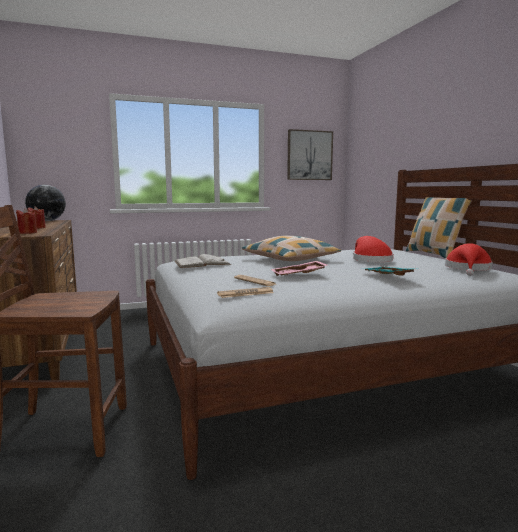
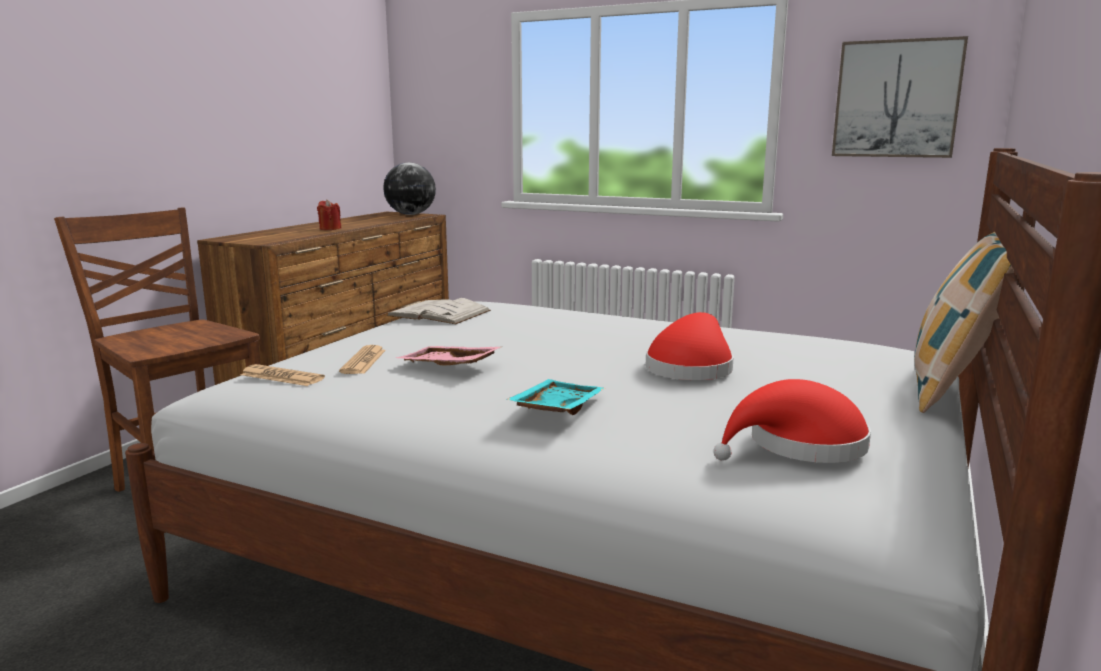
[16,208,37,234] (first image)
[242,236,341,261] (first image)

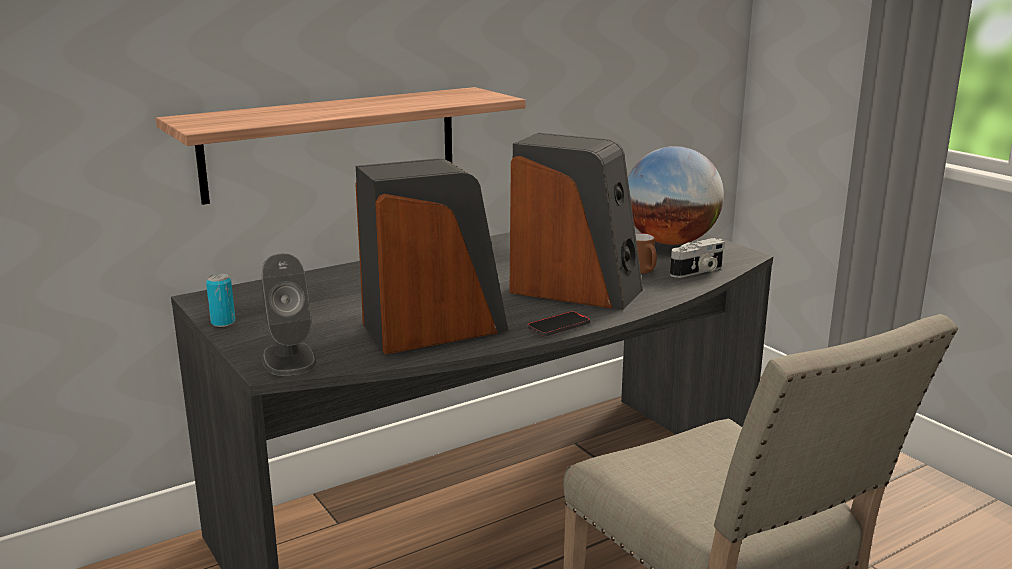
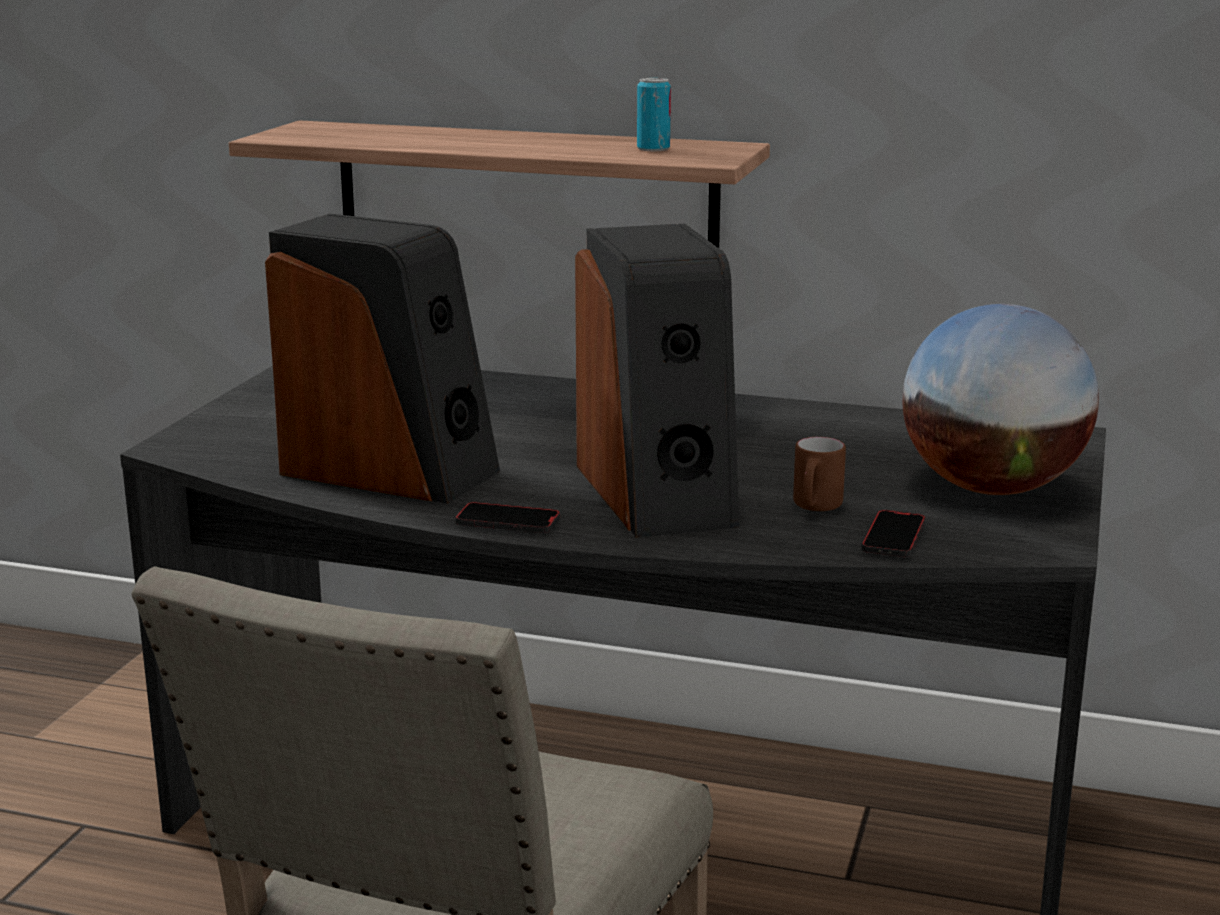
[637,78,671,151]
[861,510,925,557]
[262,253,316,376] (first image)

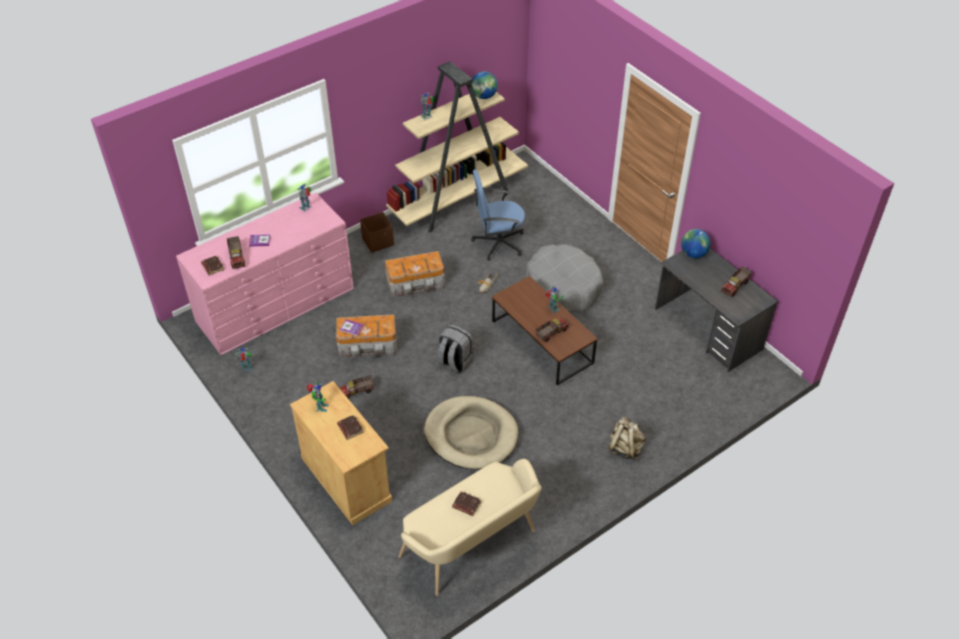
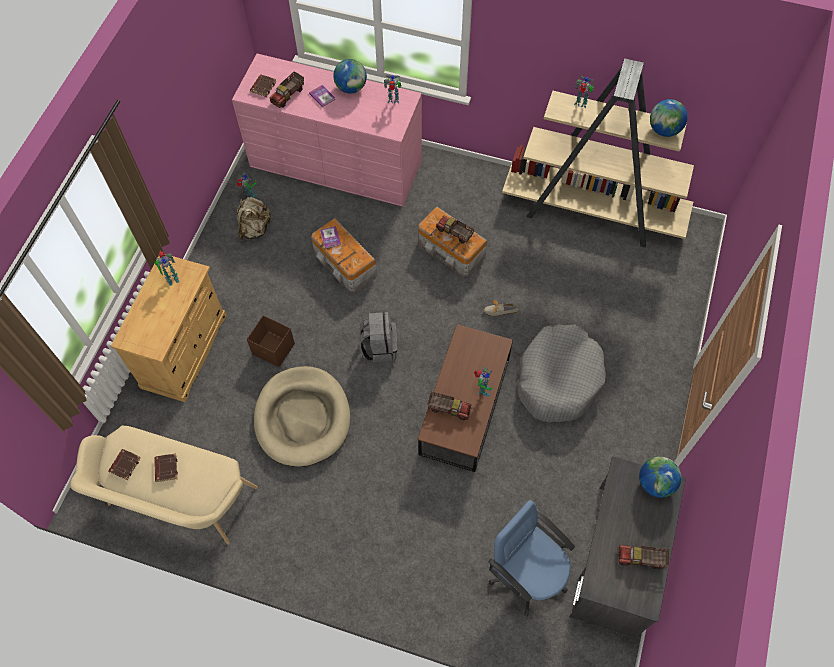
[108,449,141,480]
[237,197,272,242]
[247,315,295,367]
[333,59,367,93]
[436,216,475,244]
[488,500,575,616]

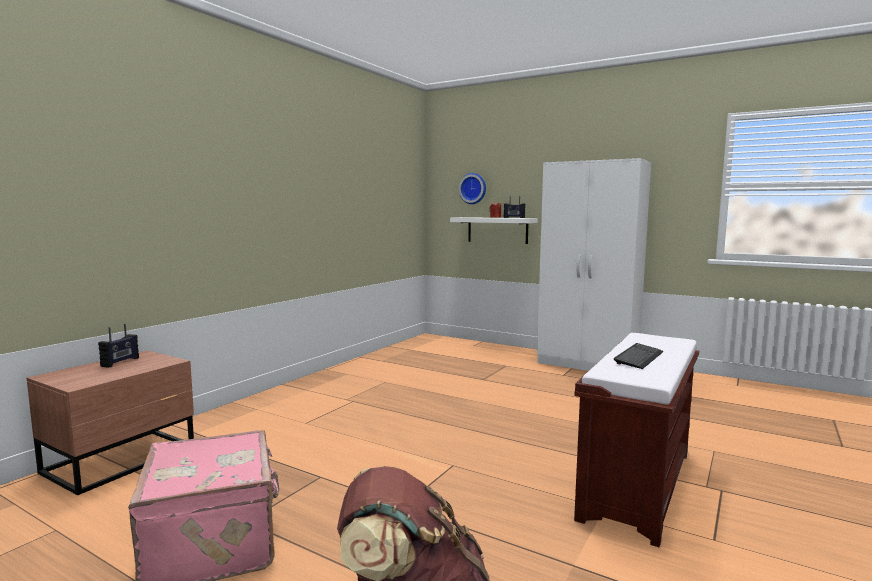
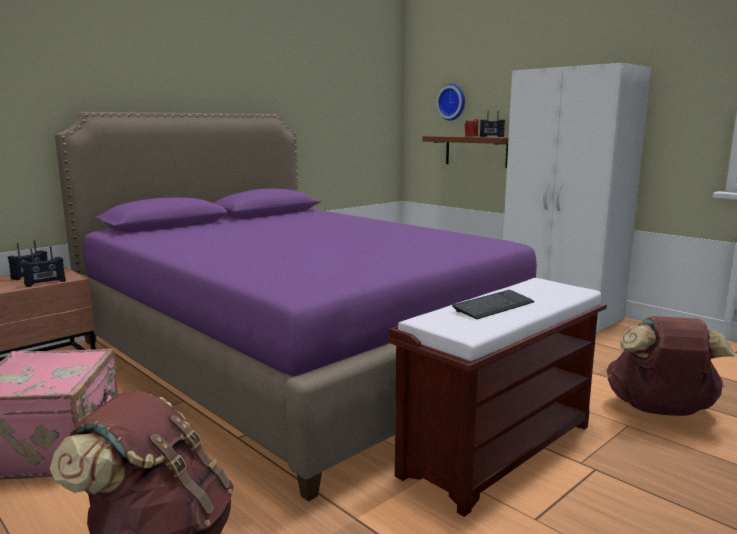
[22,246,66,287]
[55,112,537,502]
[422,136,509,168]
[607,316,735,416]

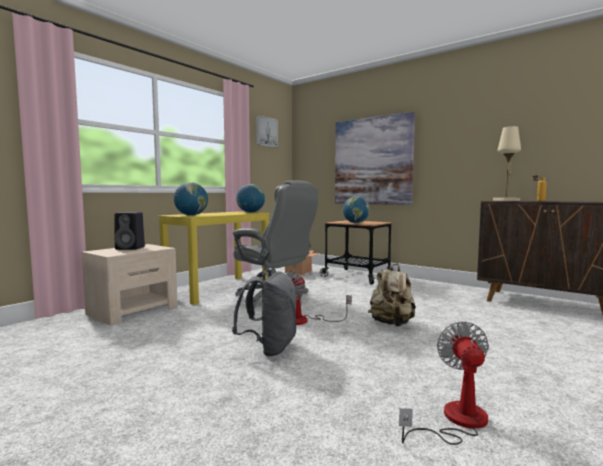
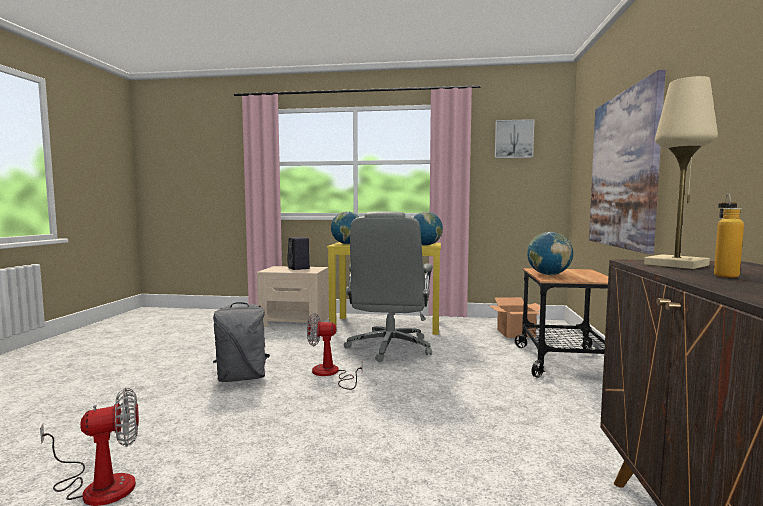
[368,264,416,327] (first image)

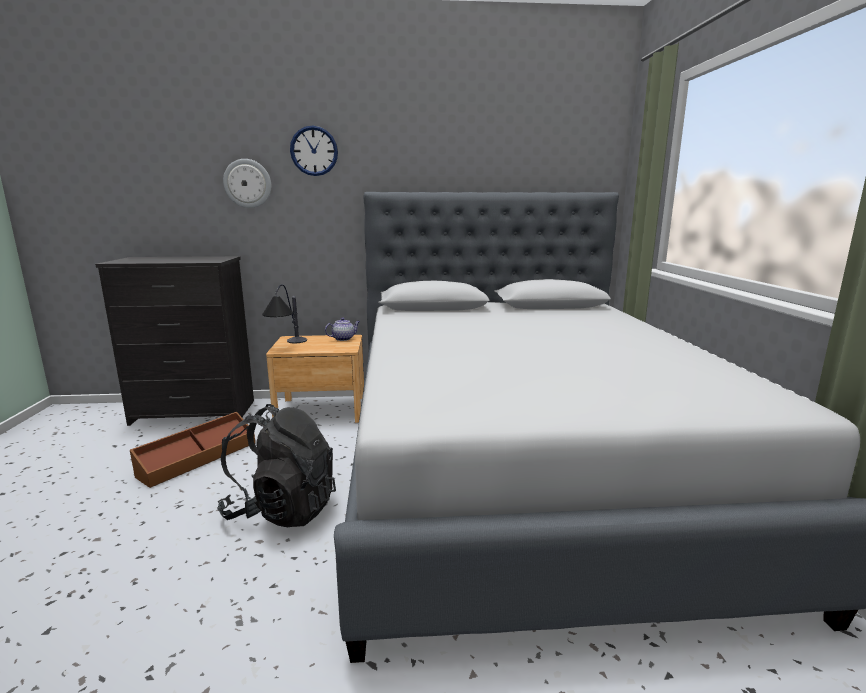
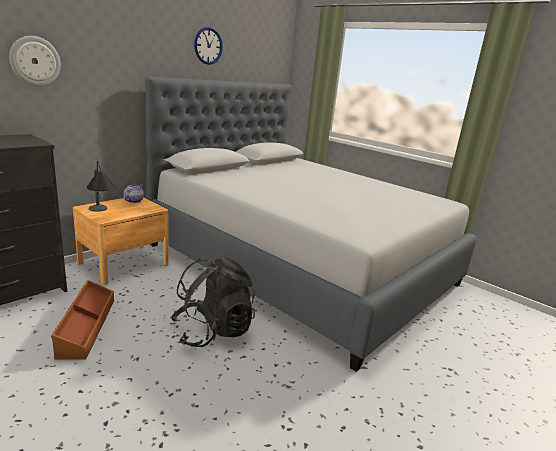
[194,27,223,65]

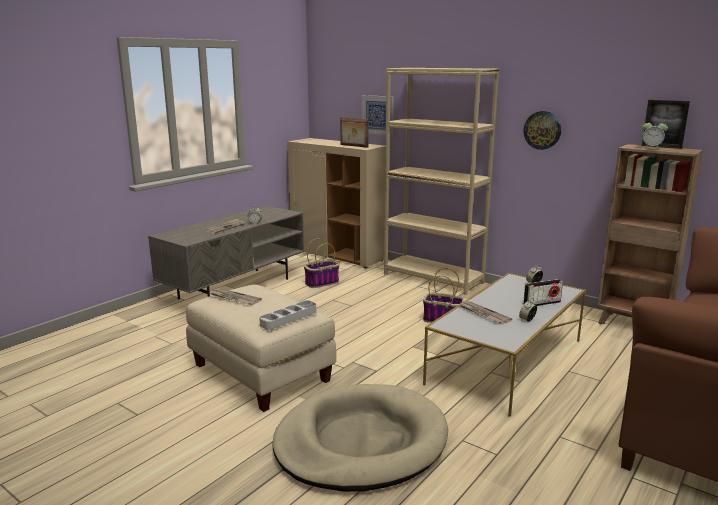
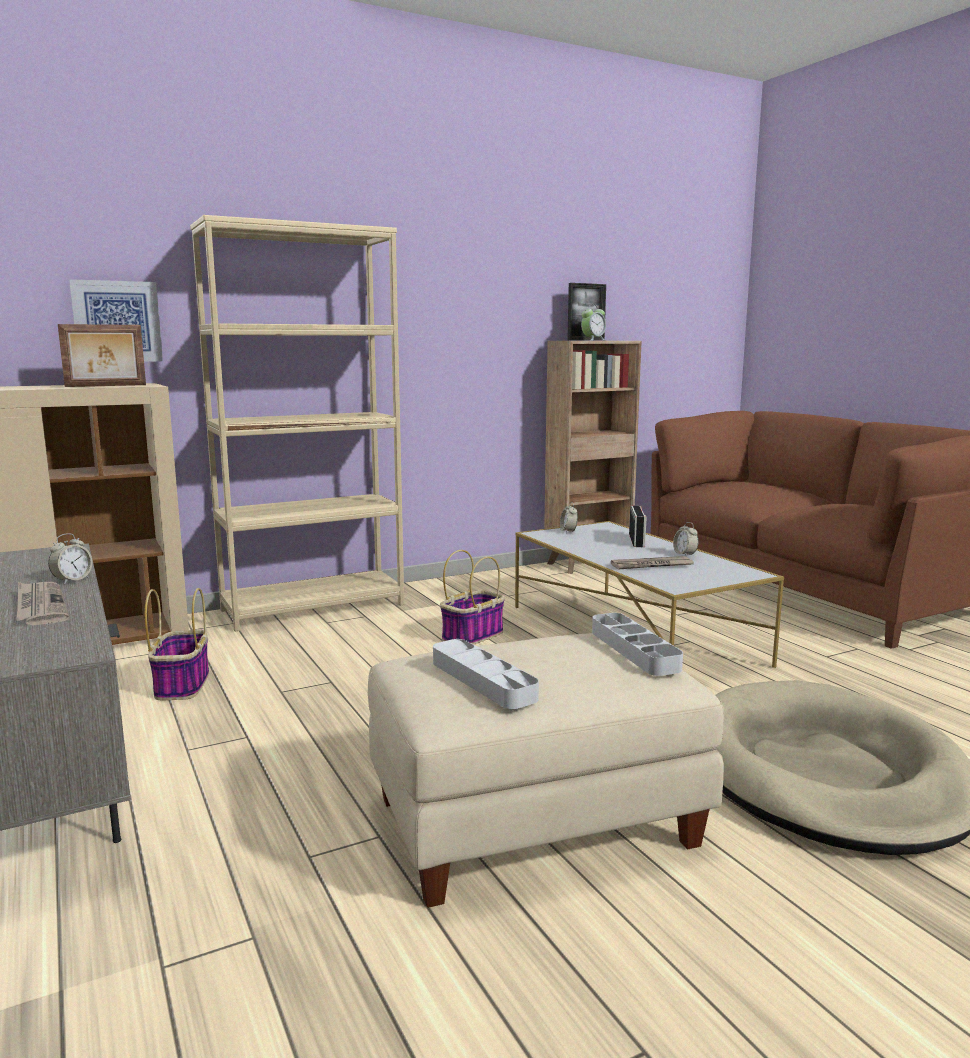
[433,639,539,709]
[524,111,561,150] (first image)

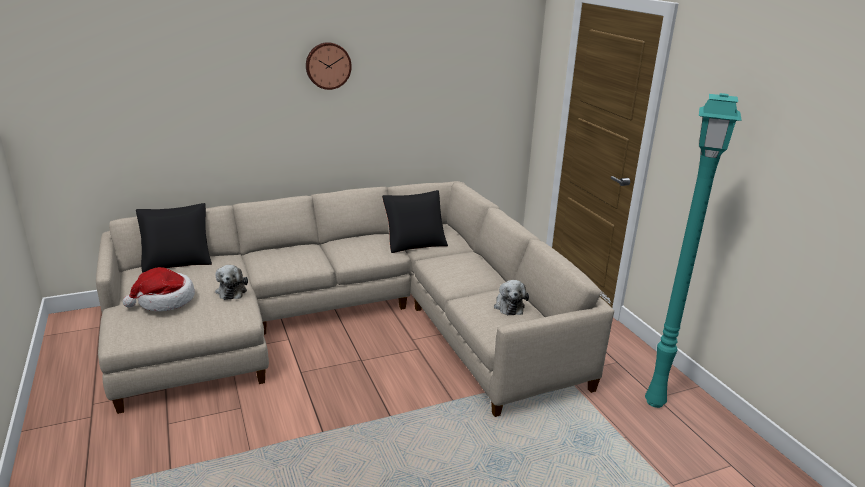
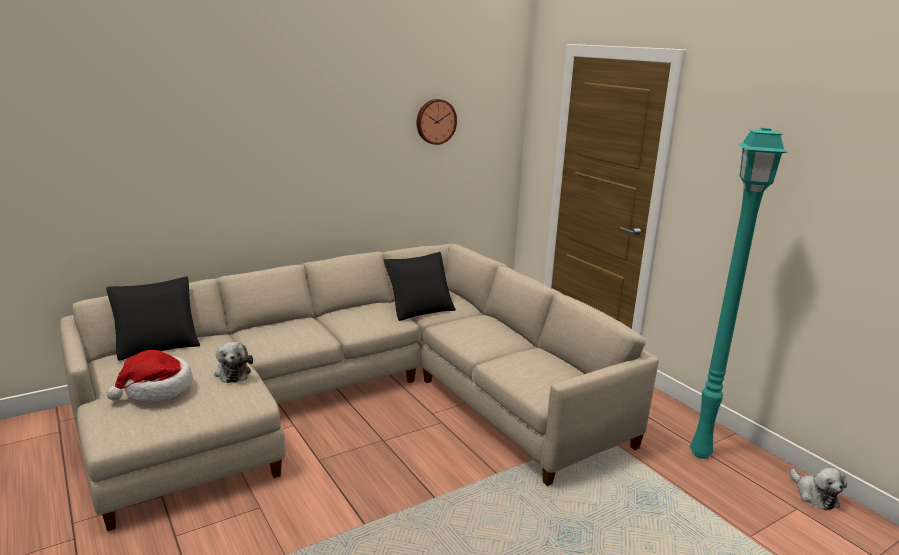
[417,99,457,145]
[790,468,847,511]

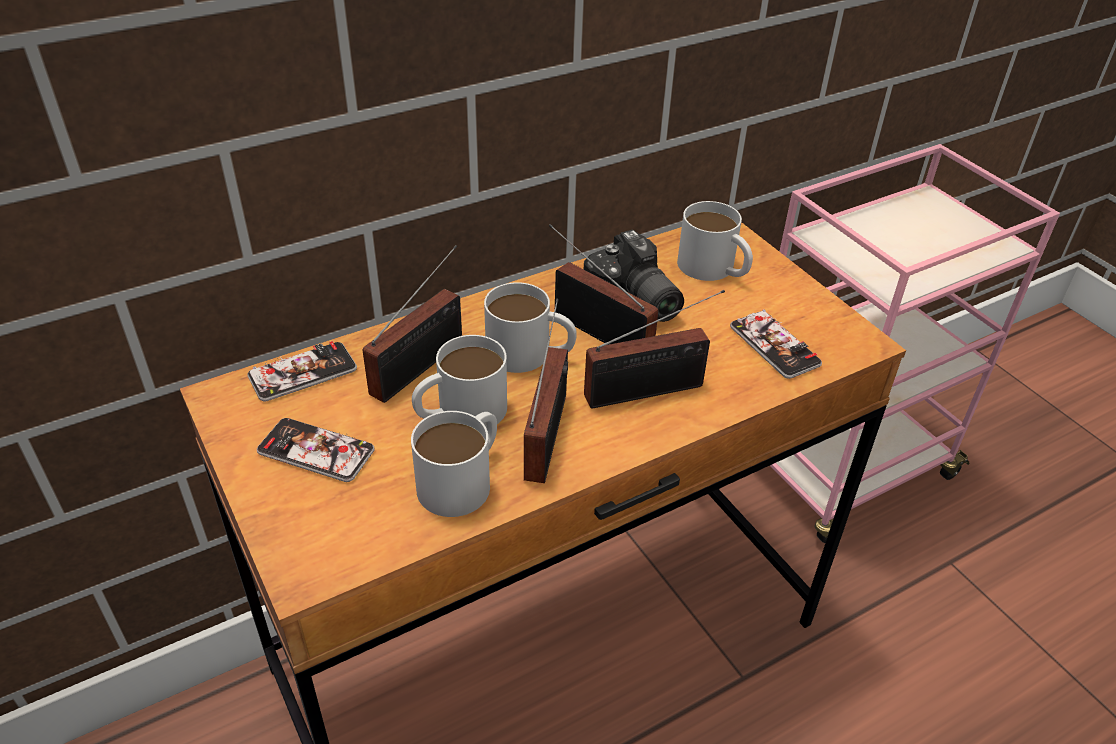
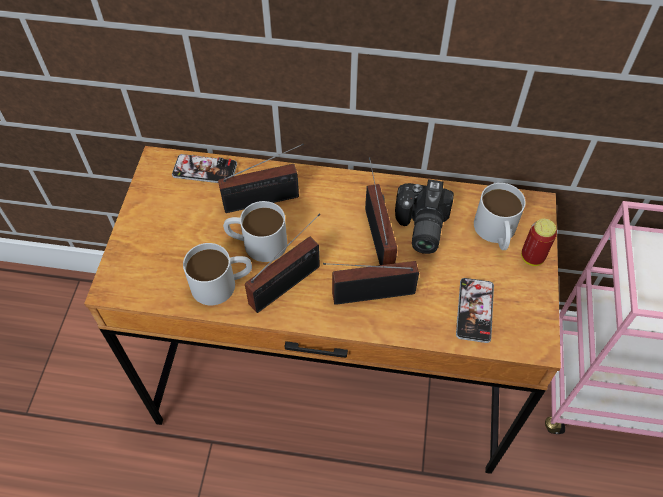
[323,261,419,305]
[521,219,557,266]
[257,418,375,482] (first image)
[484,282,577,373] (first image)

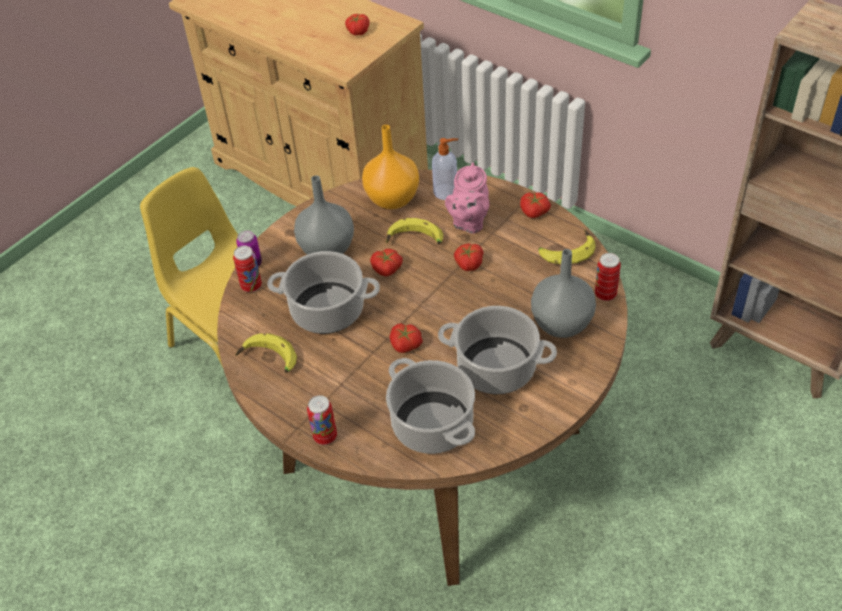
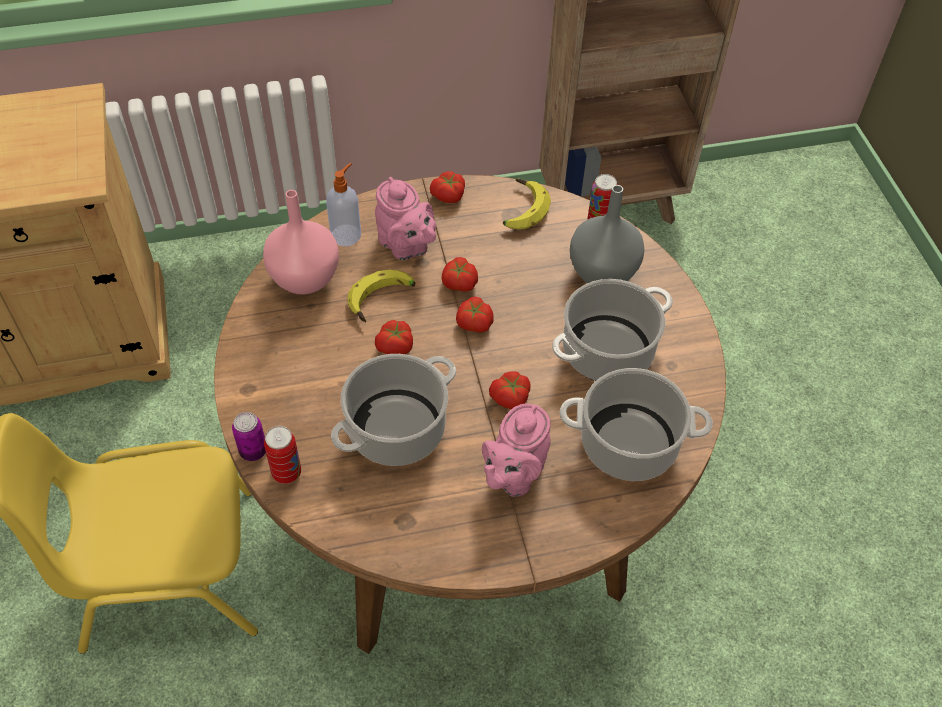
[263,190,339,294]
[456,297,494,332]
[482,403,551,497]
[236,333,297,373] (first image)
[294,175,354,255] (first image)
[307,395,337,445] (first image)

